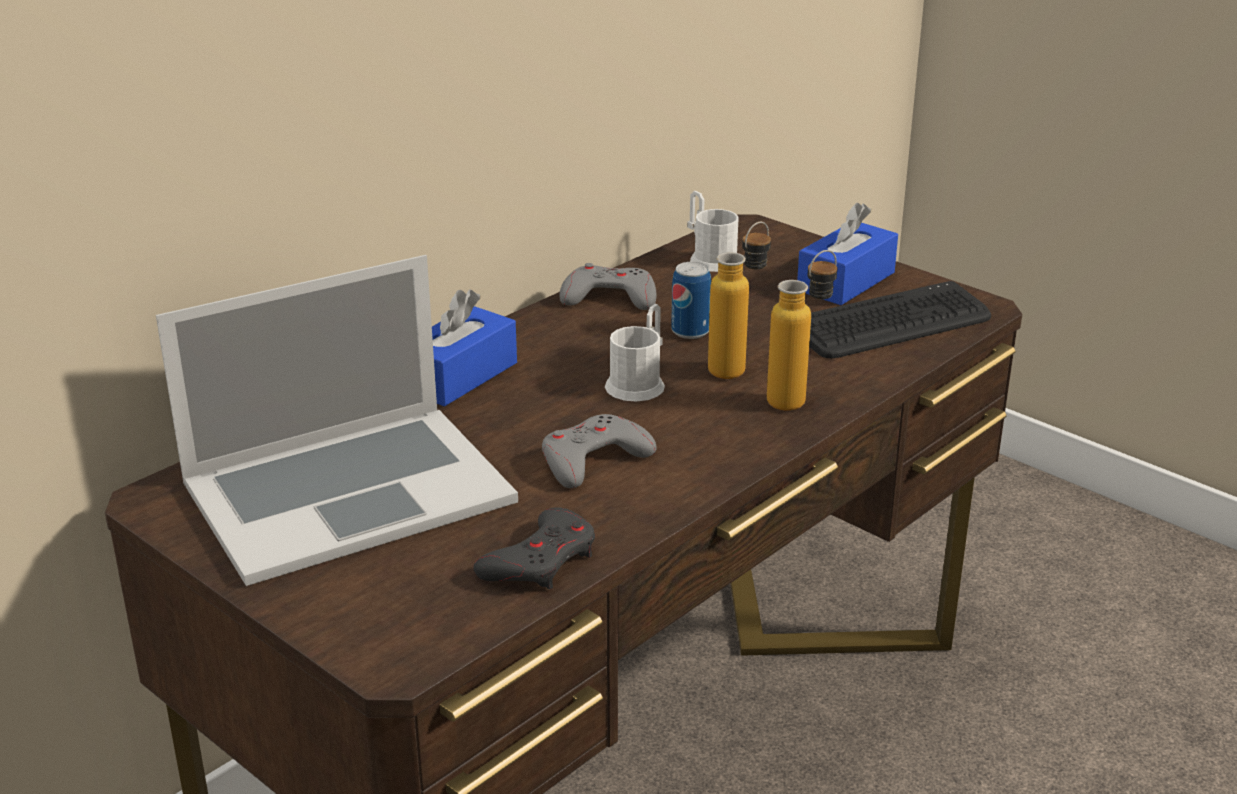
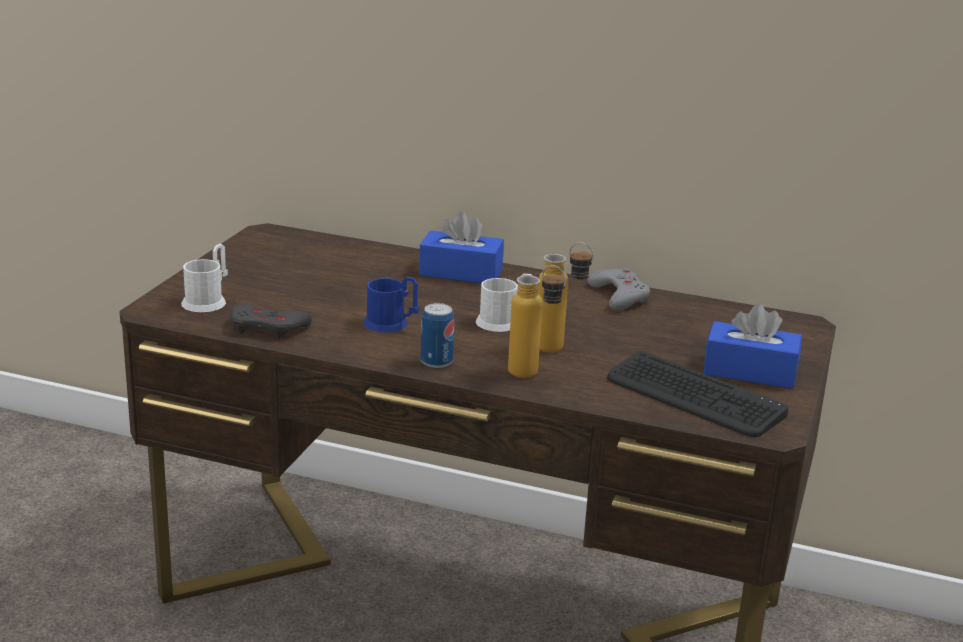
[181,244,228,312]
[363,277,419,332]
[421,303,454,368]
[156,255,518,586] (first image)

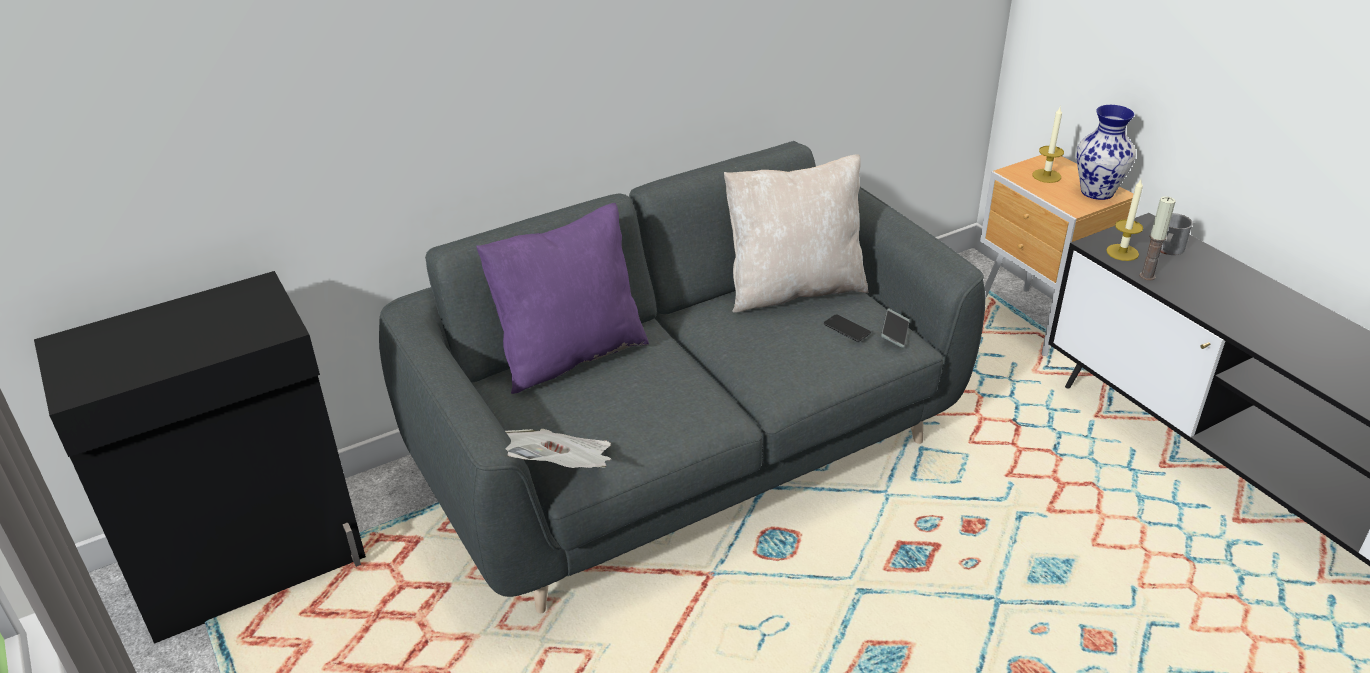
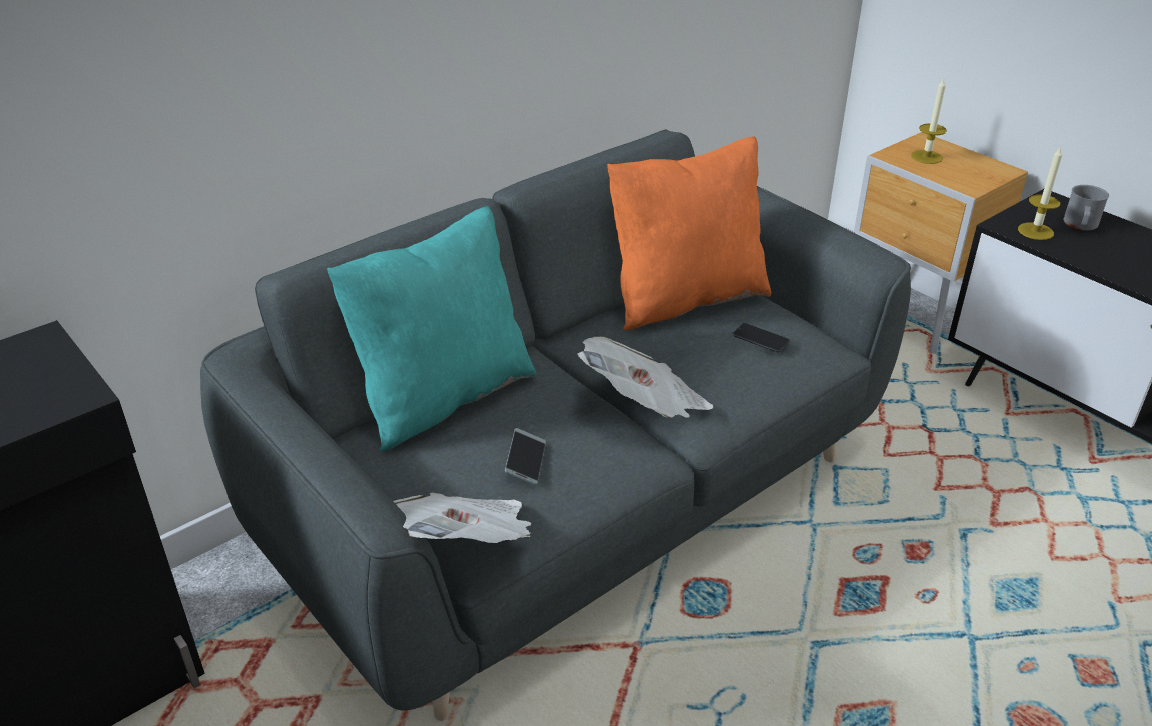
[327,206,536,451]
[505,428,546,485]
[577,336,713,418]
[607,136,771,330]
[1076,105,1136,200] (first image)
[1139,196,1176,281] (first image)

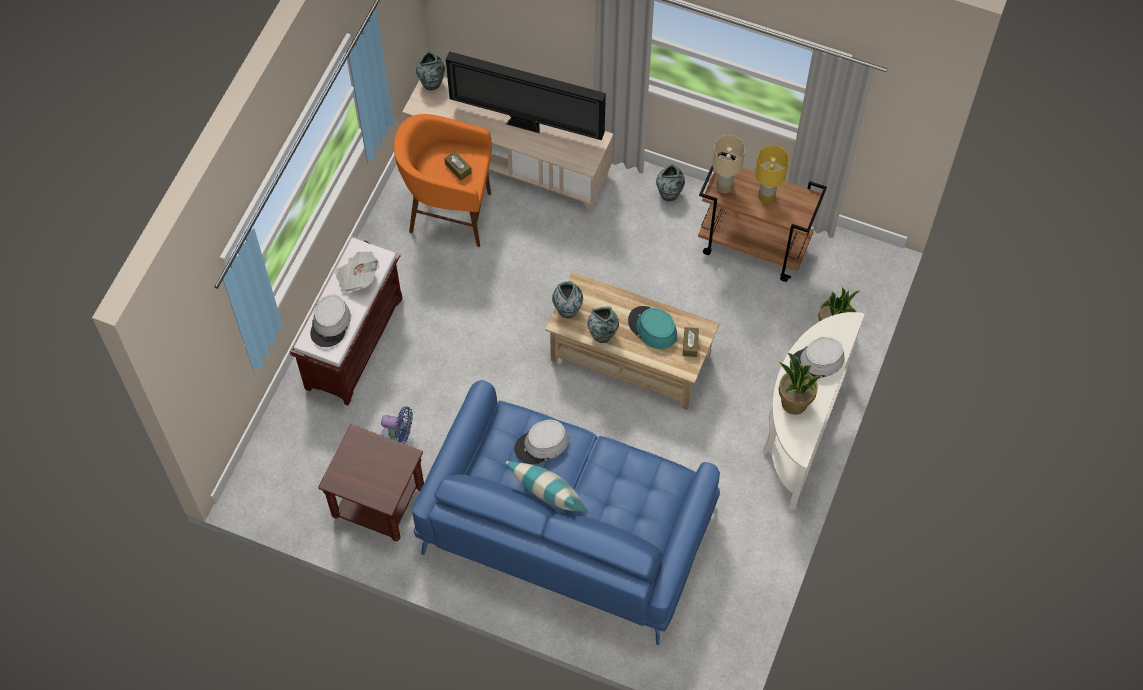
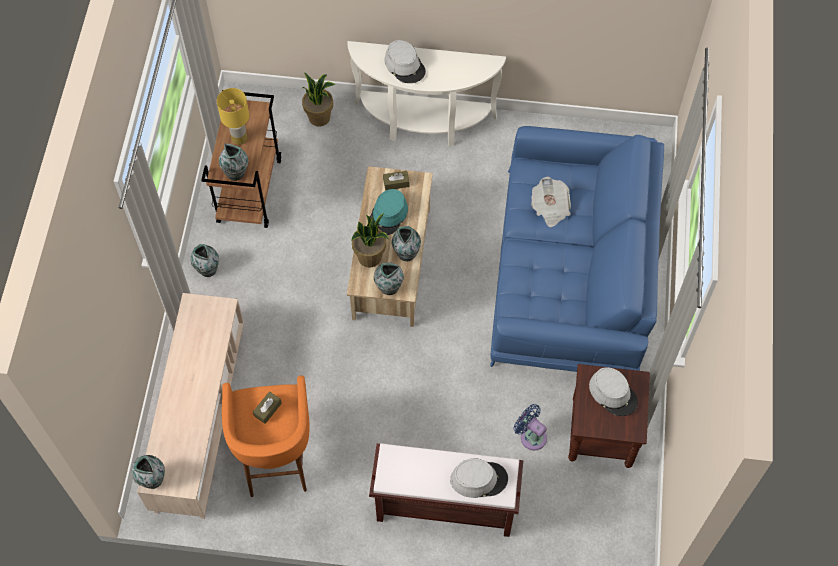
[219,143,248,181]
[351,213,389,267]
[514,404,547,451]
[531,177,571,227]
[589,367,638,416]
[446,51,606,140] (first image)
[506,461,587,512] (first image)

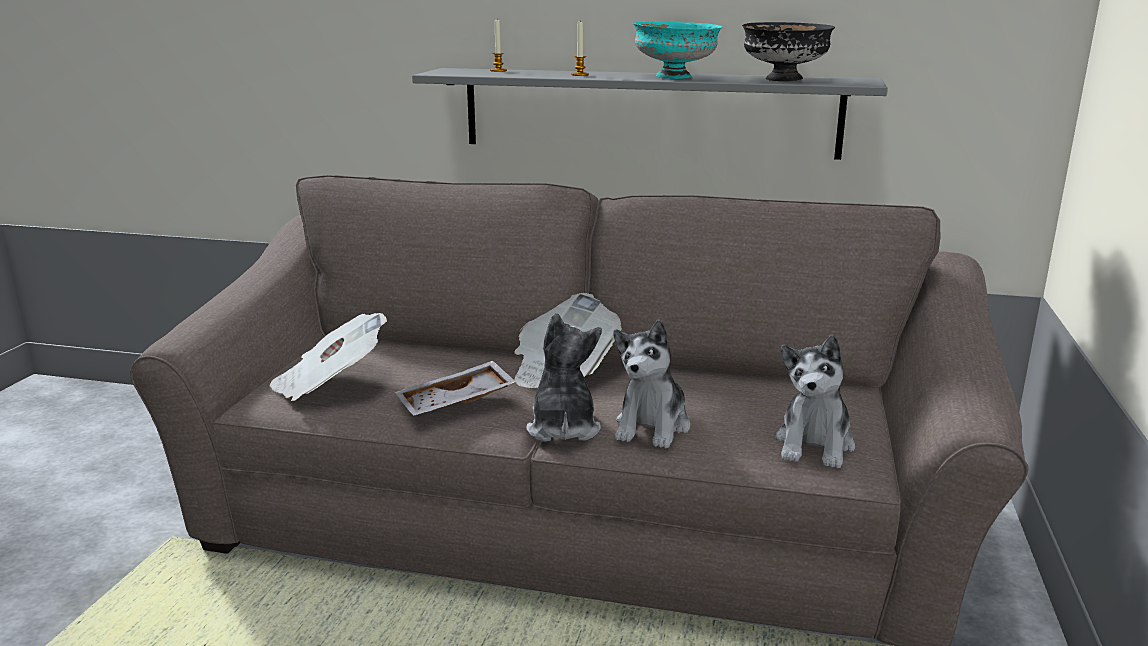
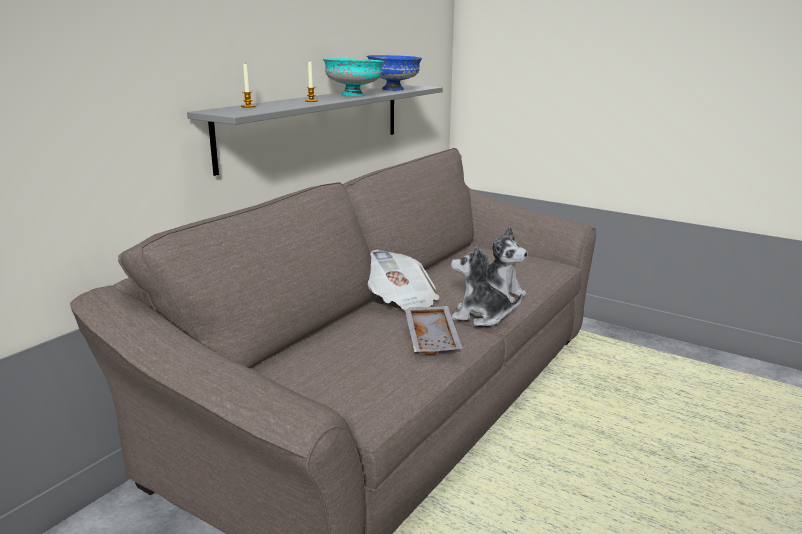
[367,55,422,91]
[269,313,387,401] (first image)
[775,334,855,468] (first image)

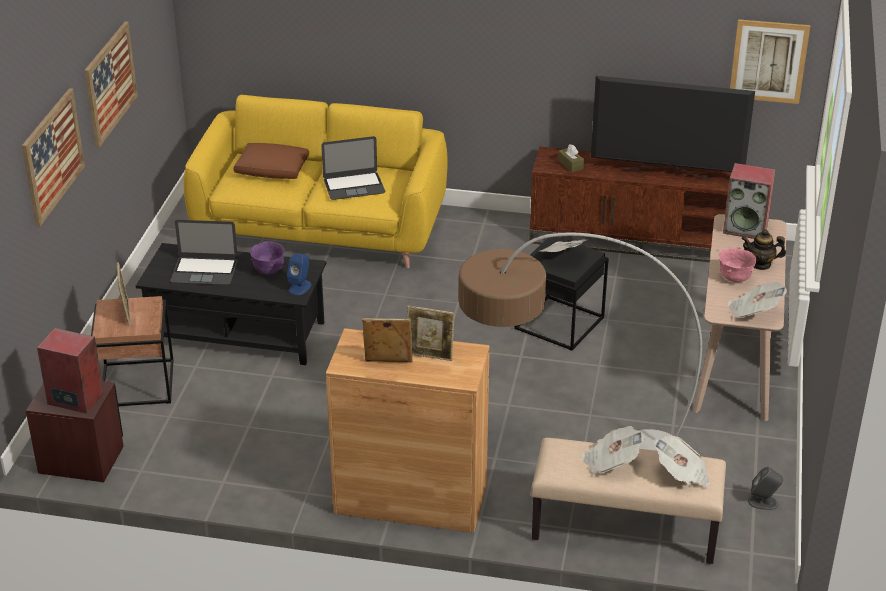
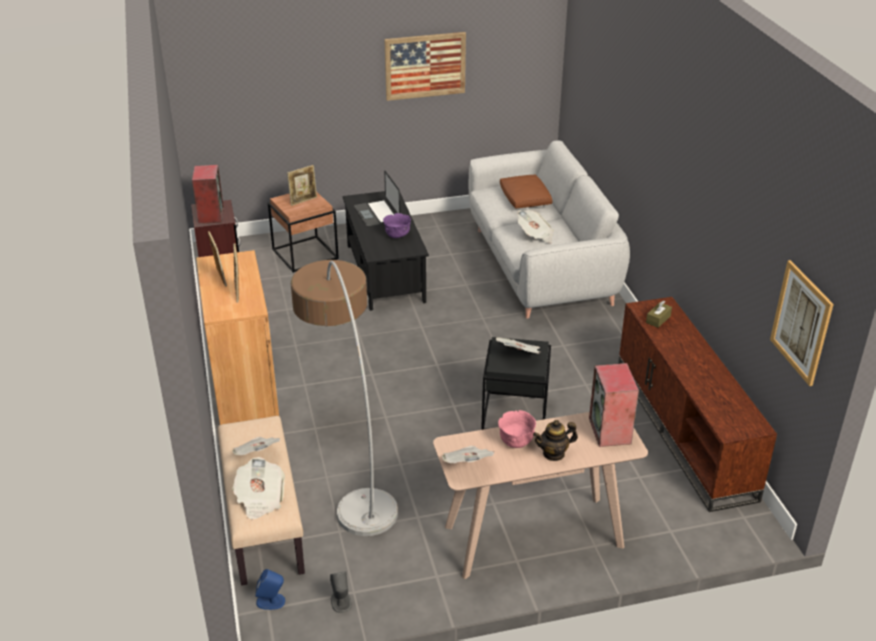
[255,569,285,610]
[469,140,630,319]
[517,210,554,243]
[533,420,578,461]
[22,88,85,227] (first image)
[591,76,755,181] (first image)

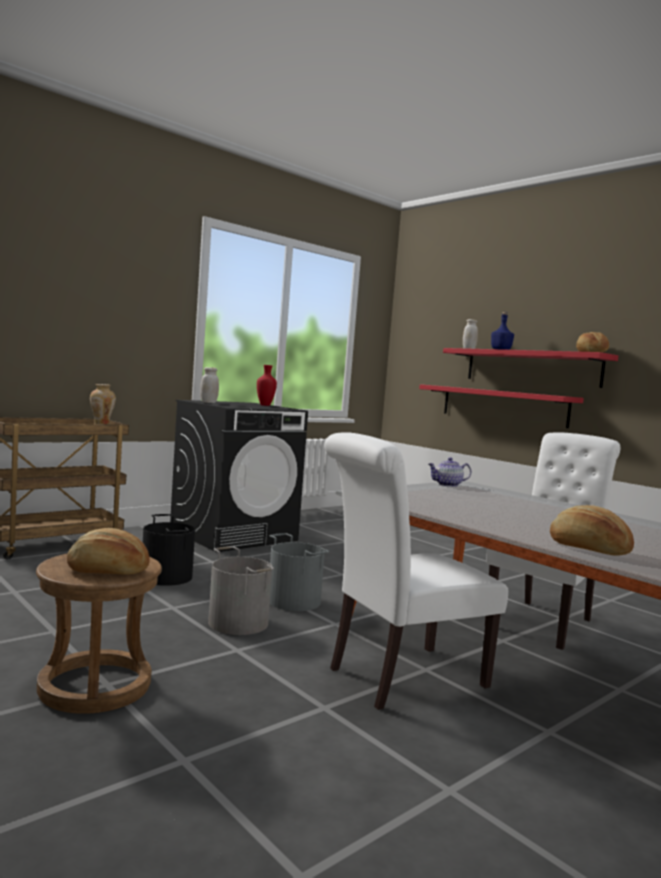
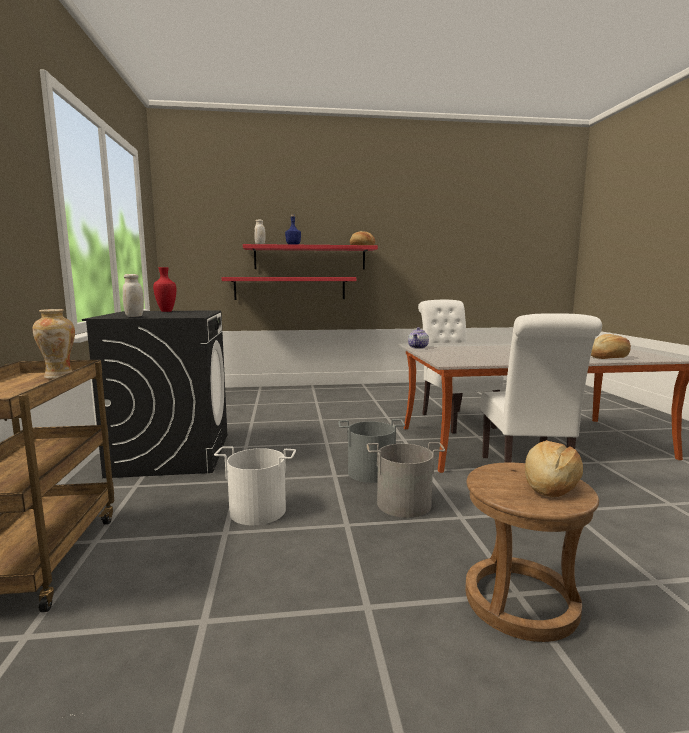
[214,446,296,525]

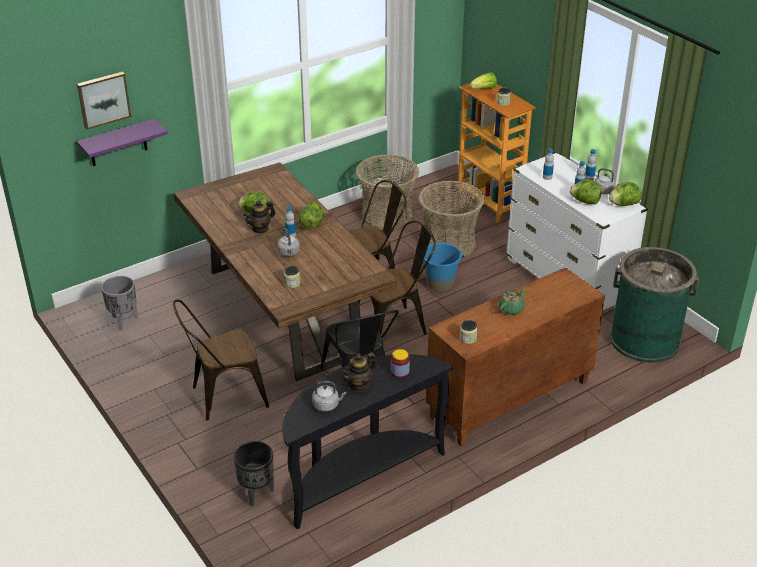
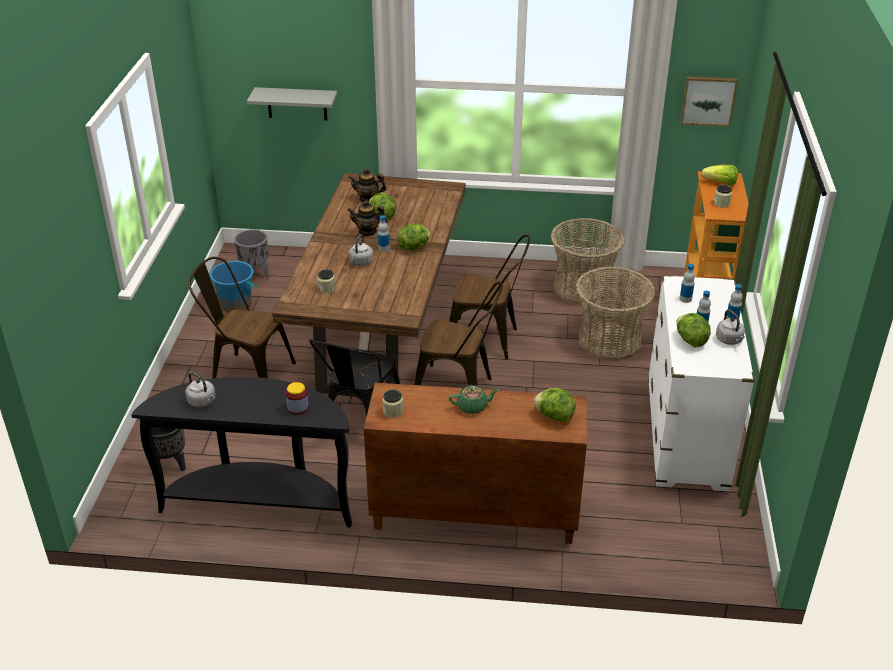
[210,261,257,313]
[247,87,337,121]
[349,168,387,202]
[533,388,576,422]
[680,76,738,126]
[610,247,699,363] (first image)

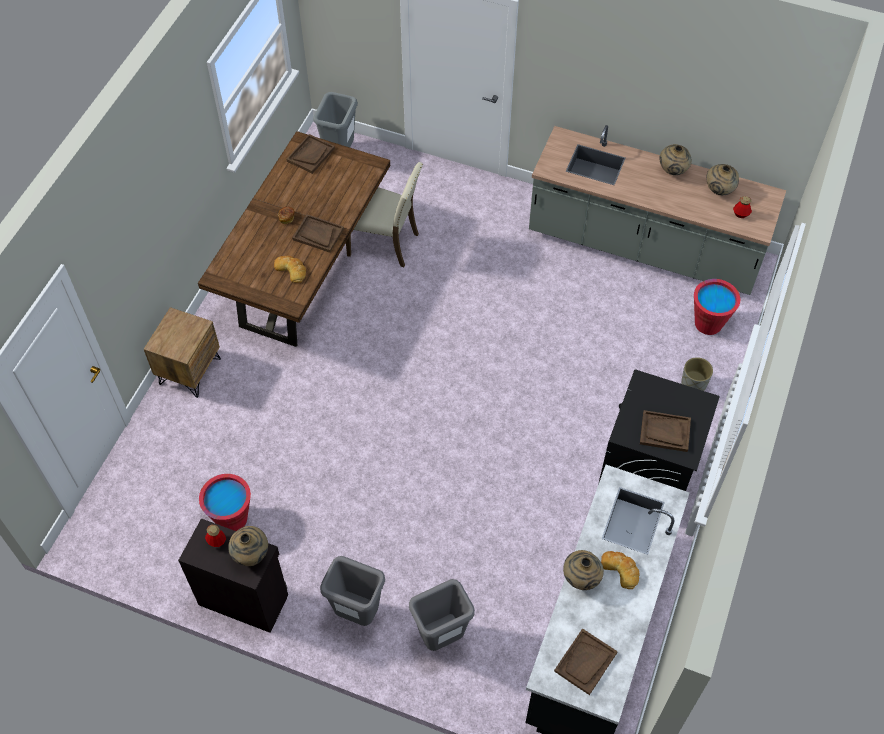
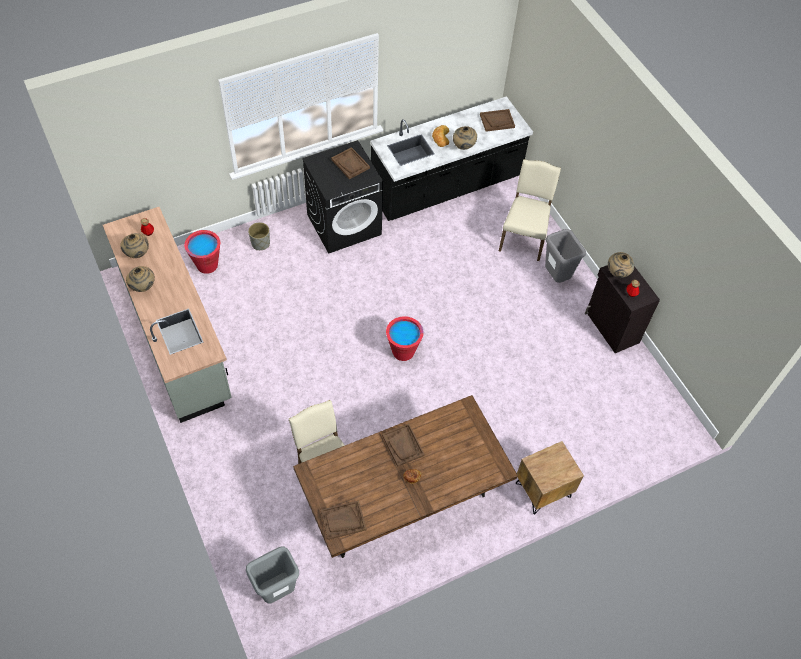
[386,316,424,361]
[499,159,561,261]
[274,256,306,283] (first image)

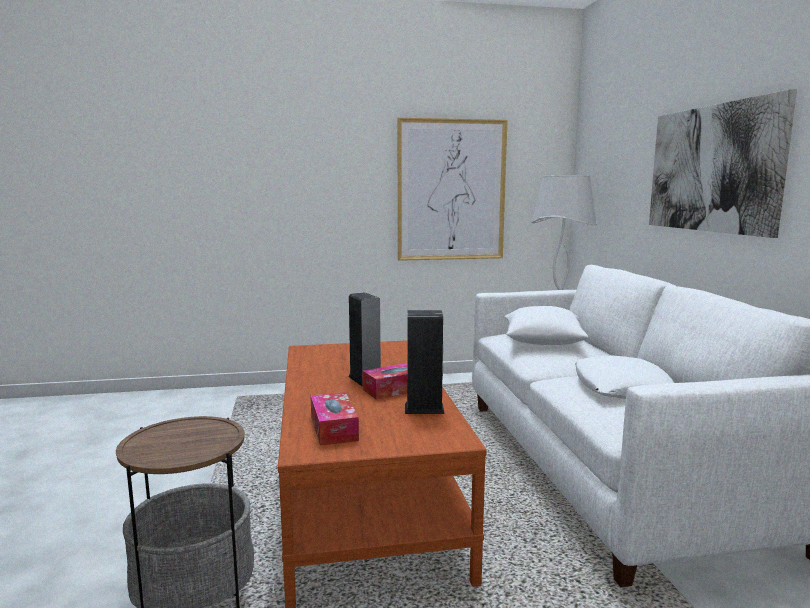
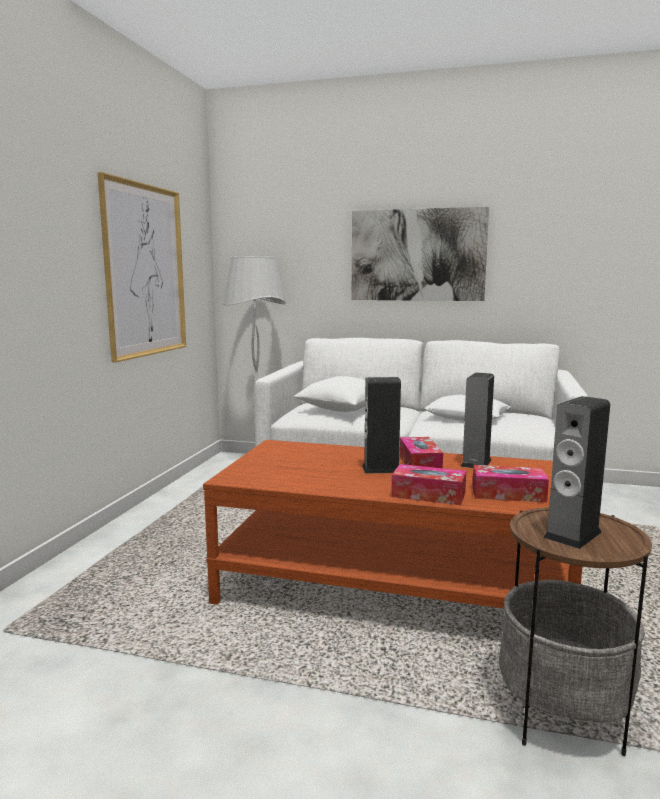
[391,464,466,505]
[543,396,610,549]

